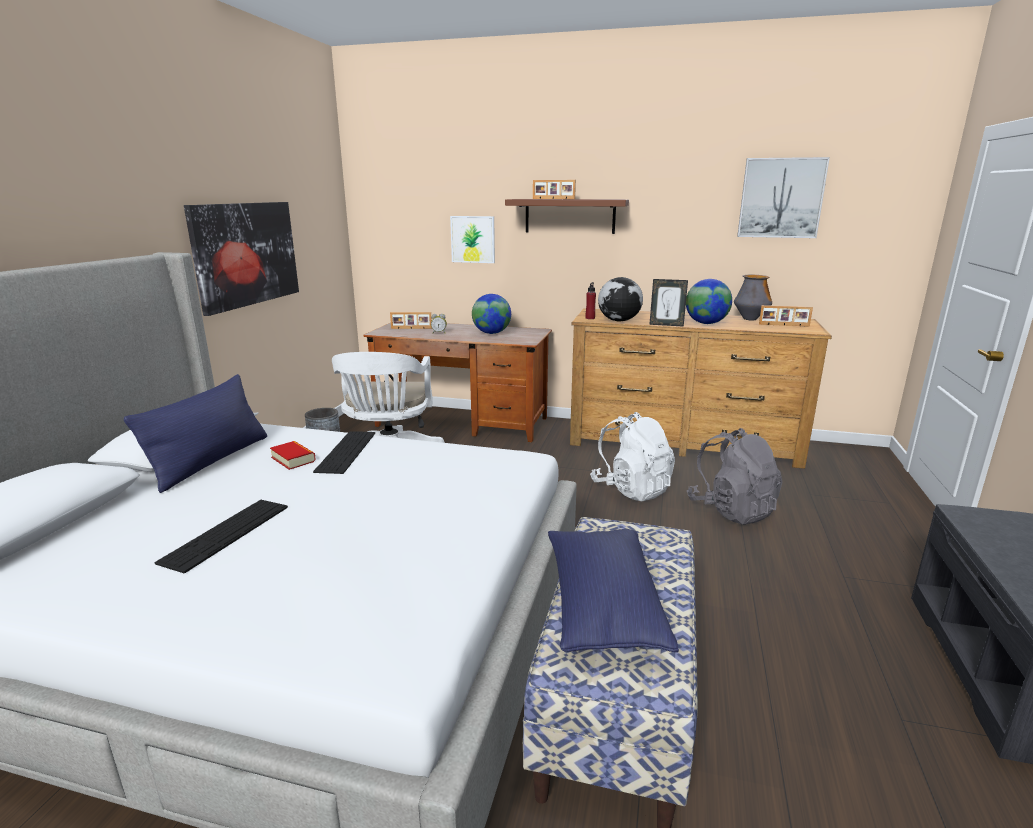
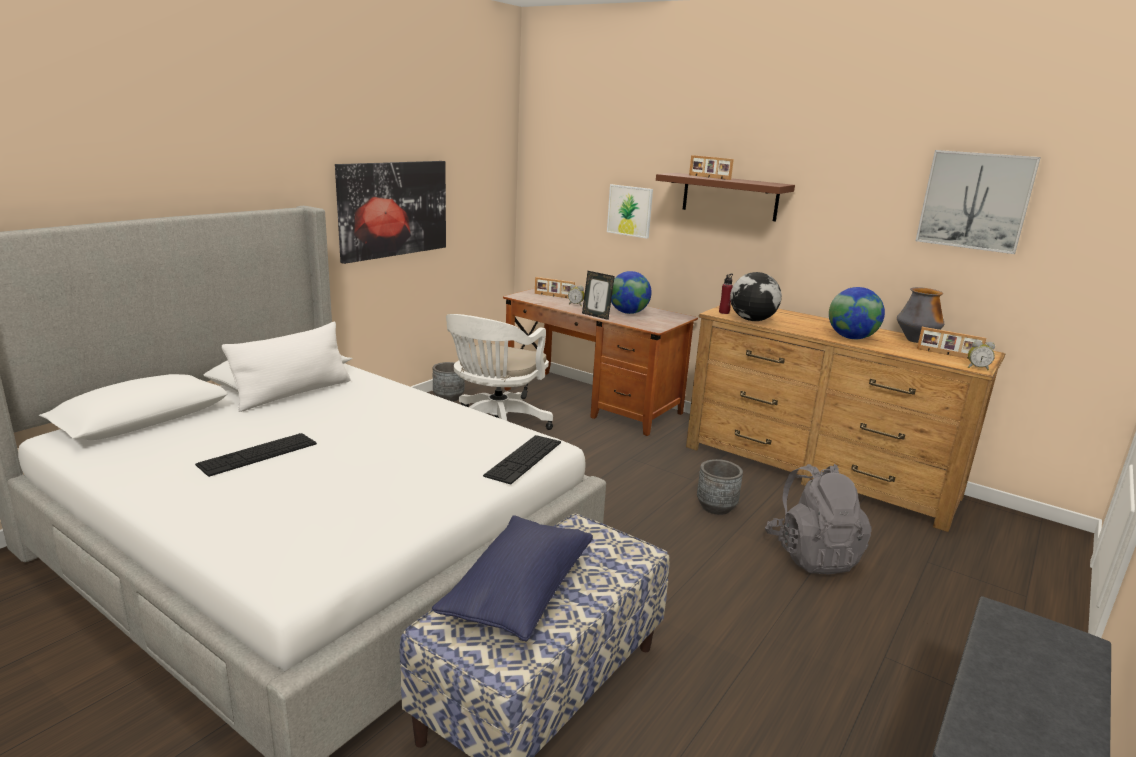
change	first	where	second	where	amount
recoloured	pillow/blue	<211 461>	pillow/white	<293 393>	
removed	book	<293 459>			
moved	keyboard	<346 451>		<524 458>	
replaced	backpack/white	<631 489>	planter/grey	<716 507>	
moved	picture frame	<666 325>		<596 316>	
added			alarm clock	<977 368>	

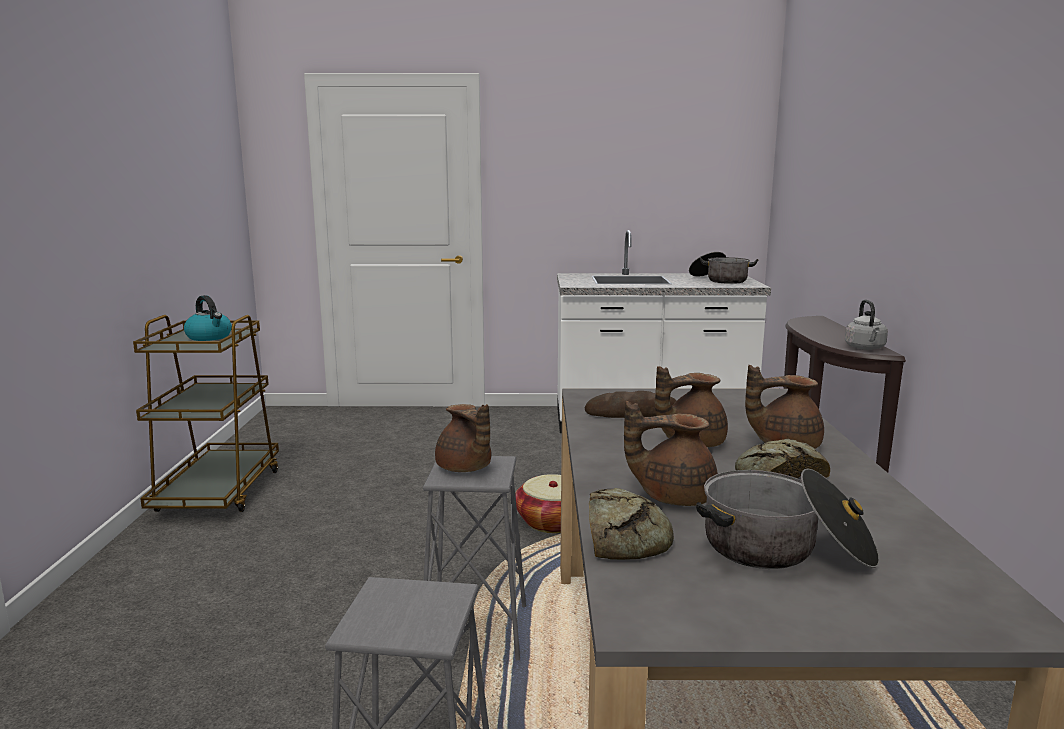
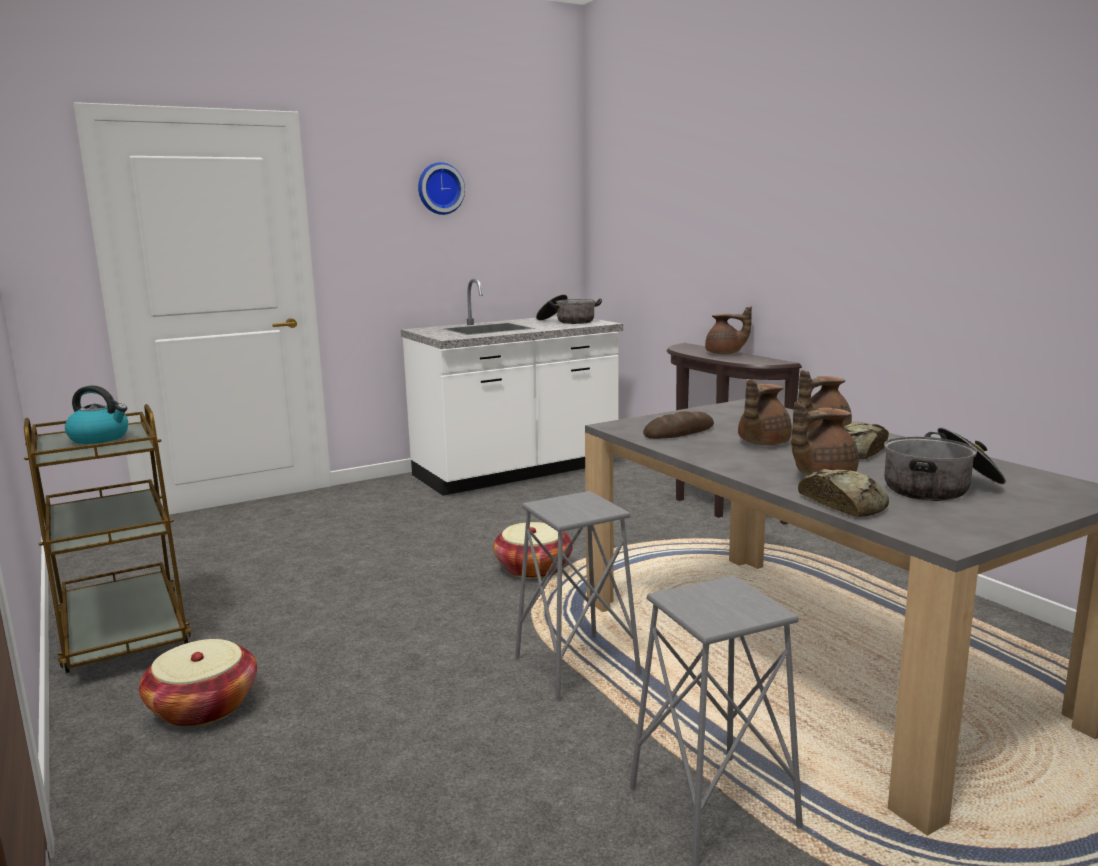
change	first	where	second	where	amount
moved	teapot/brown	<464 468>		<725 353>	
removed	kettle/grey	<865 348>			
added			basket	<203 707>	
added			wall clock	<440 188>	

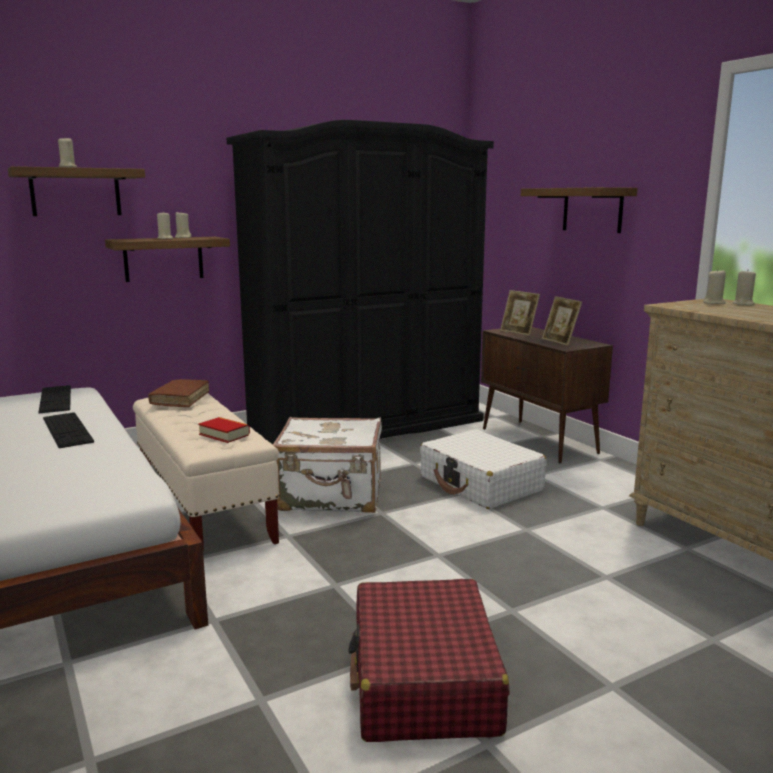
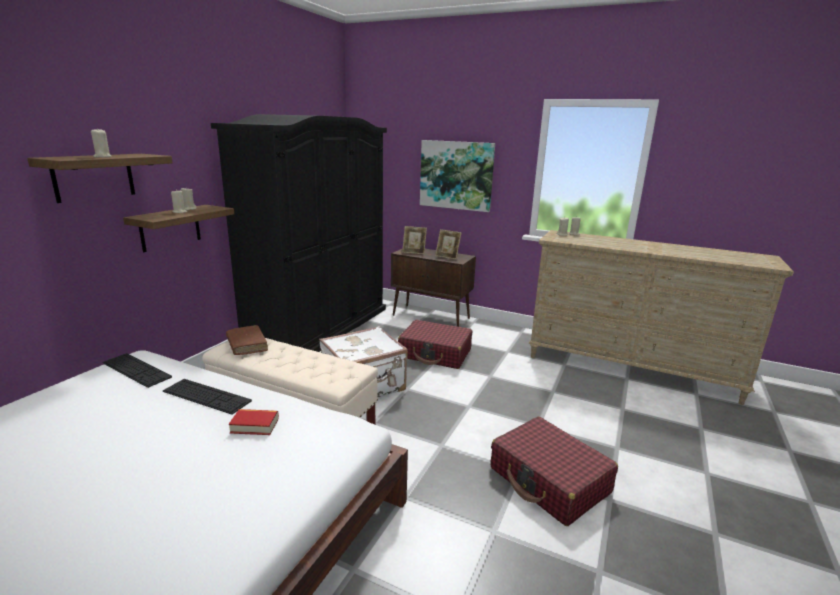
change	first	where	second	where	amount
moved	book	<224 434>		<254 425>	
recoloured	suitcase/white	<480 484>	suitcase/red	<435 353>	
replaced	shelf	<592 210>	picture	<456 175>	

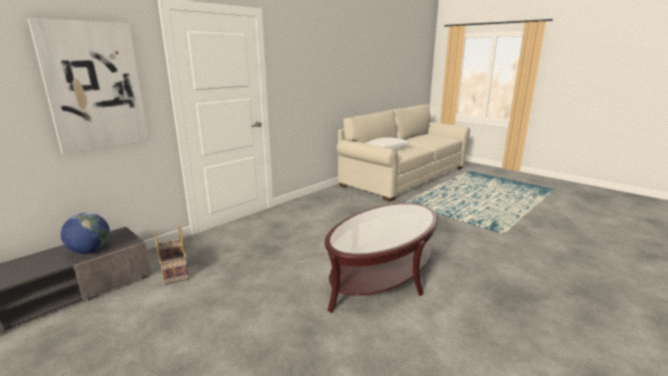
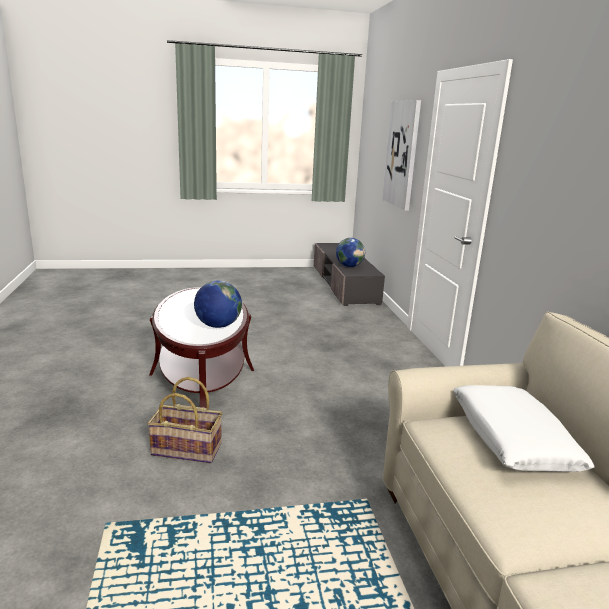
change	first	where	second	where	amount
moved	basket	<174 272>		<187 449>	
added			globe	<218 326>	

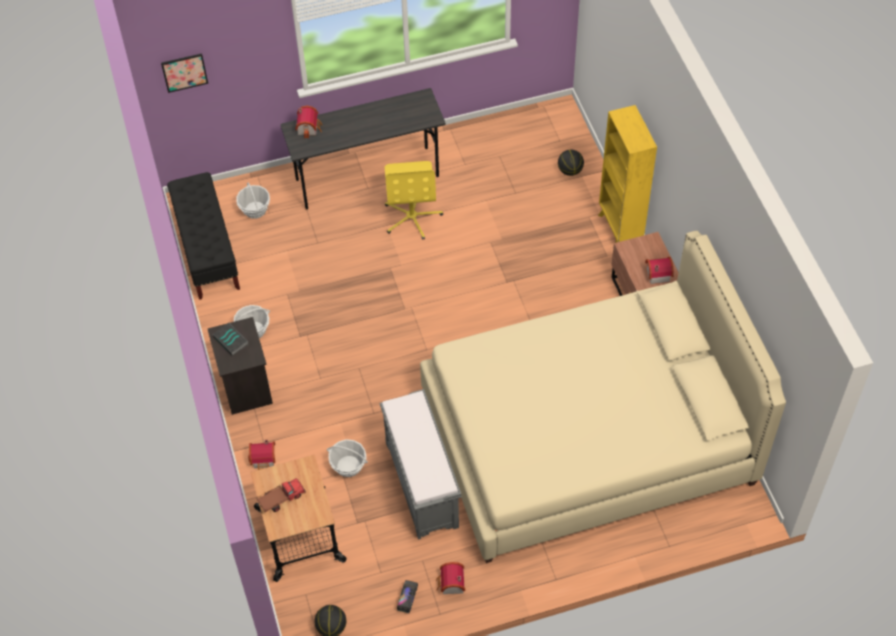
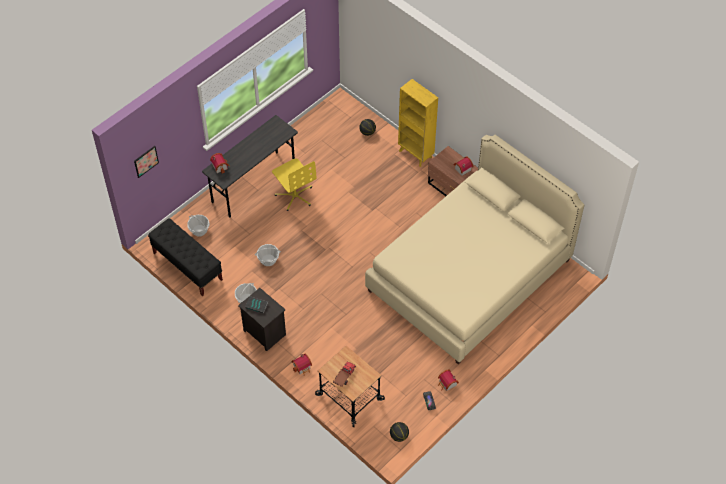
change	first	where	second	where	amount
moved	basket	<348 466>		<268 260>	
removed	bench/grey	<422 485>			

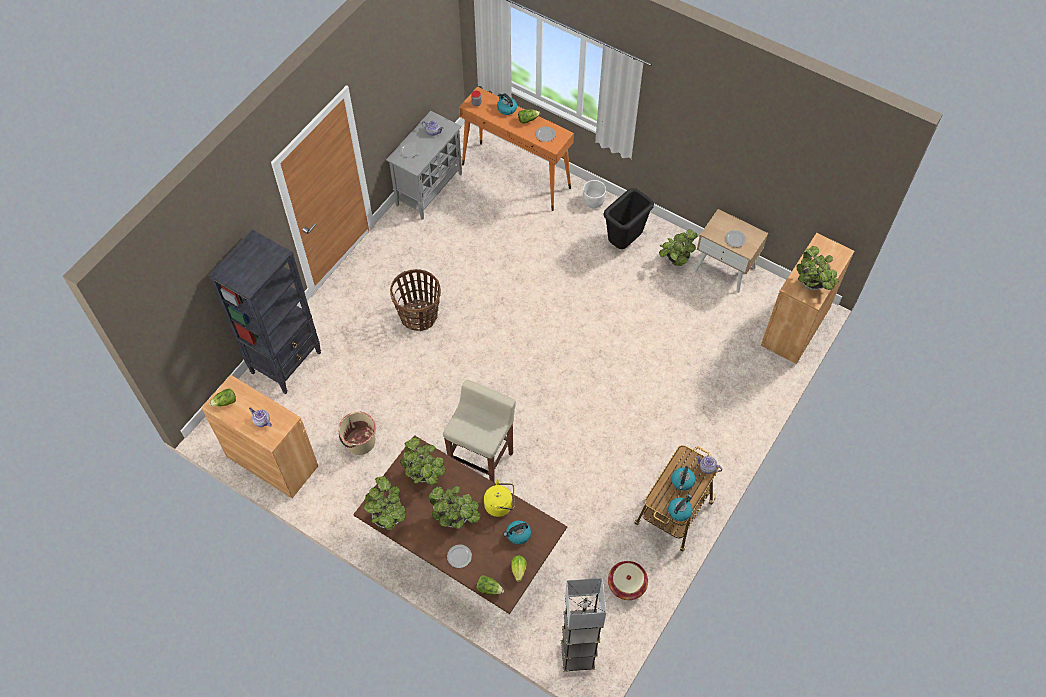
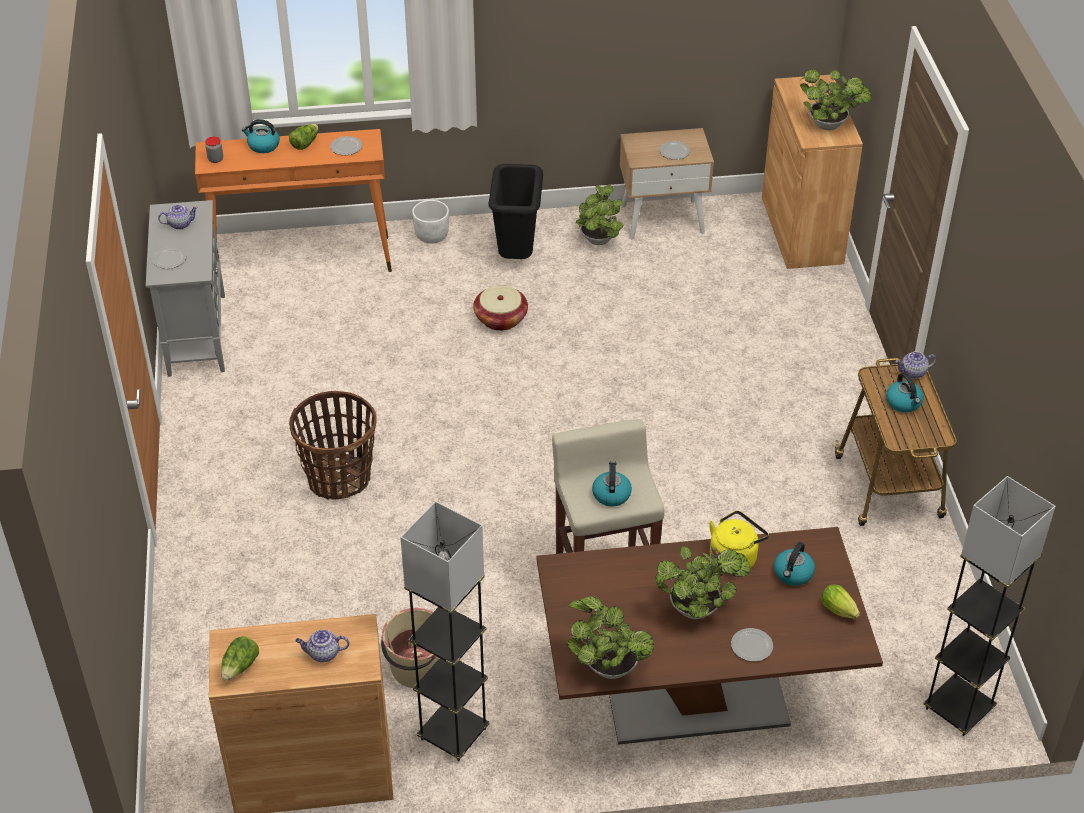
change	first	where	second	where	amount
removed	bookcase/black	<287 362>			
removed	potted plant	<424 475>			
removed	lettuce	<489 588>			
moved	basket	<626 584>		<500 319>	
moved	kettle	<679 511>		<611 494>	
added			floor lamp/grey	<453 734>	

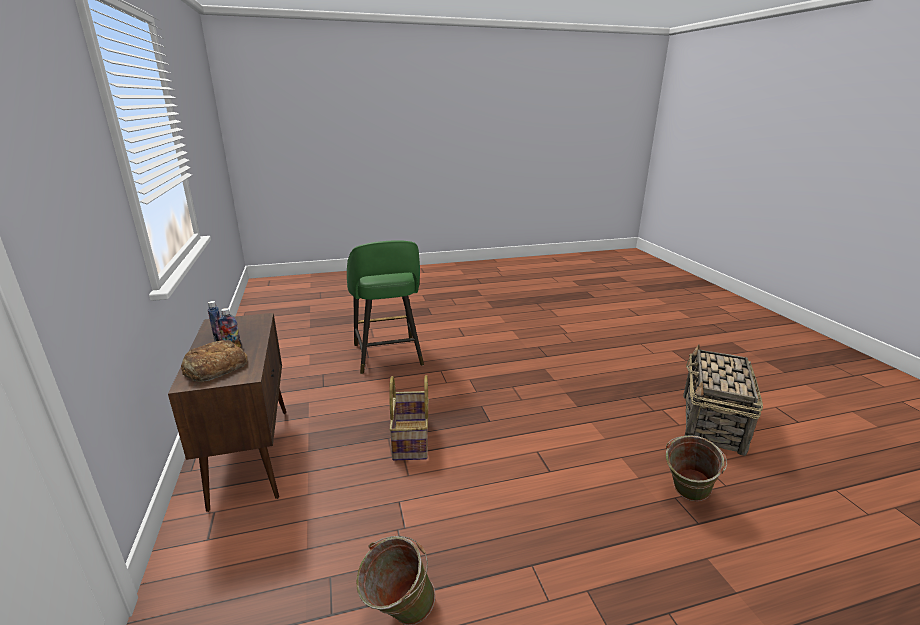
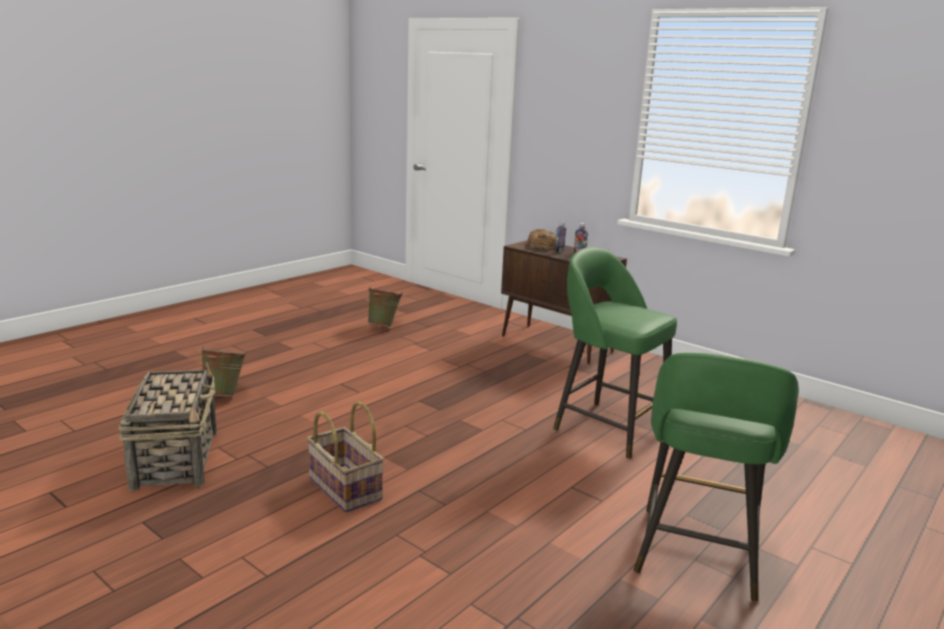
change	first	where	second	where	amount
moved	basket	<412 440>		<343 488>	
added			stool/green	<696 555>	

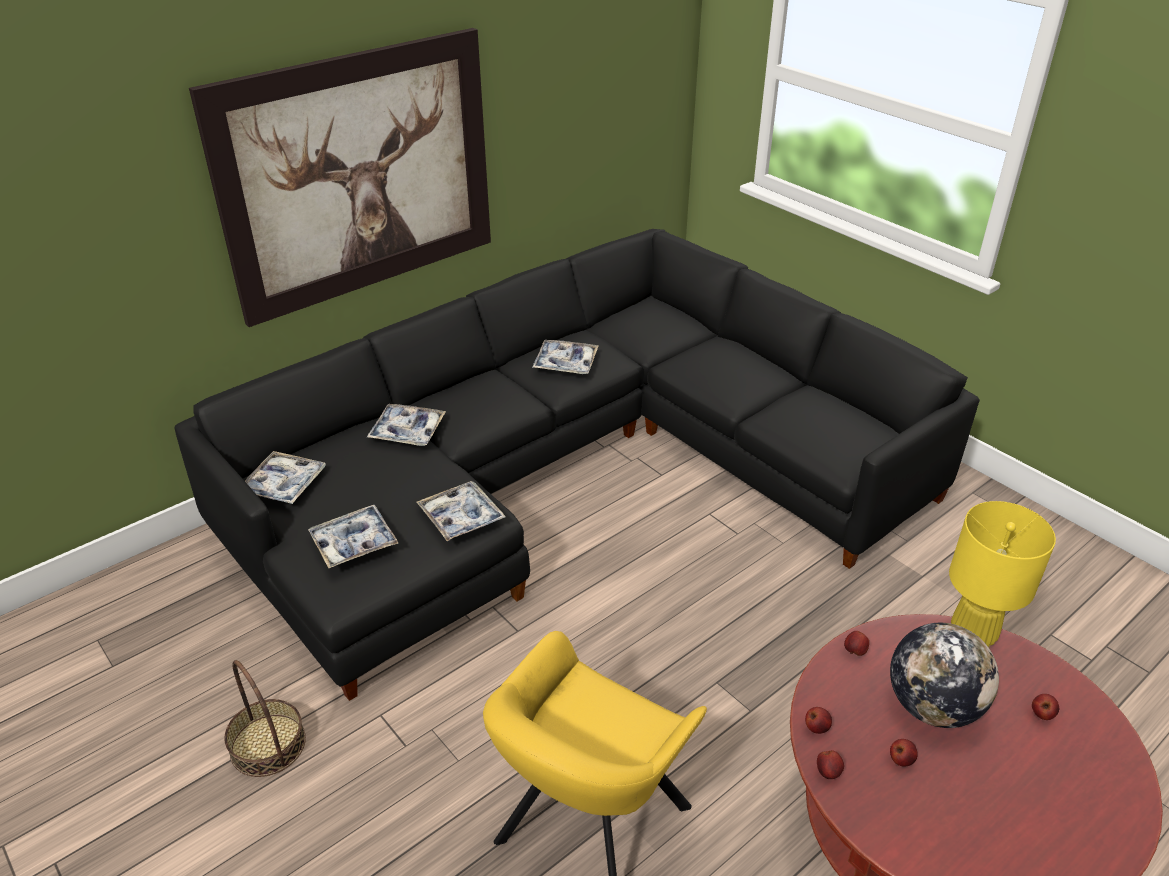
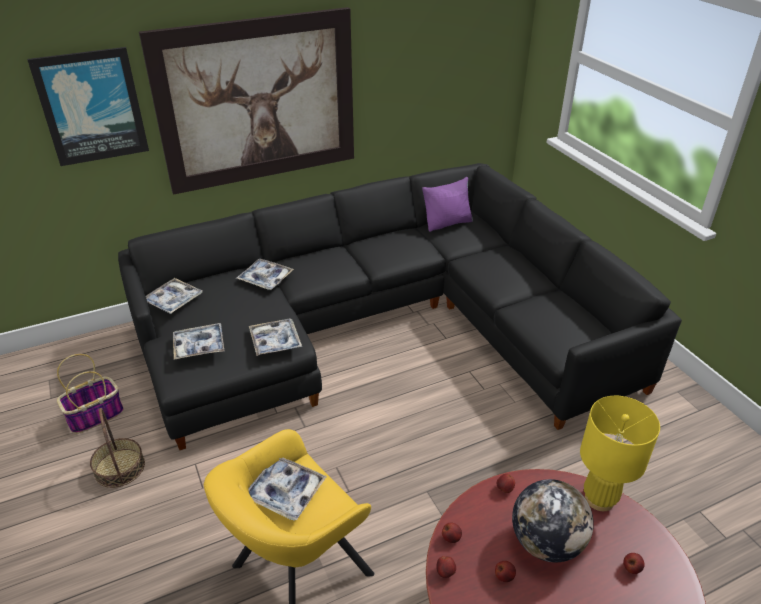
change	first	where	second	where	amount
moved	tray	<565 363>		<285 492>	
added			picture	<92 106>	
added			basket	<96 415>	
added			pillow/purple	<447 223>	

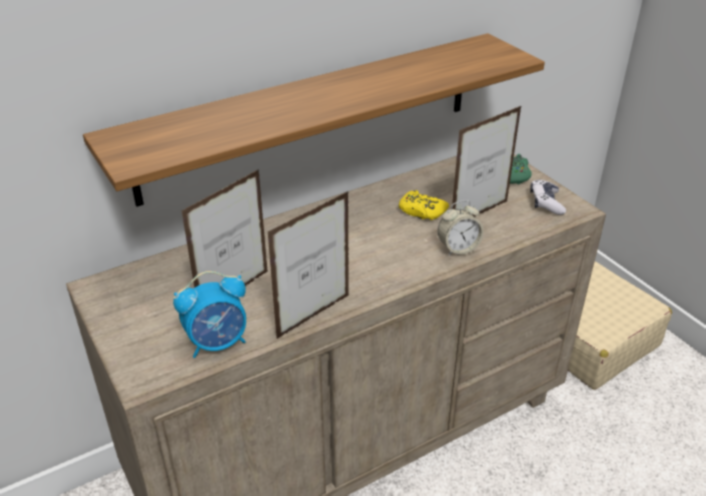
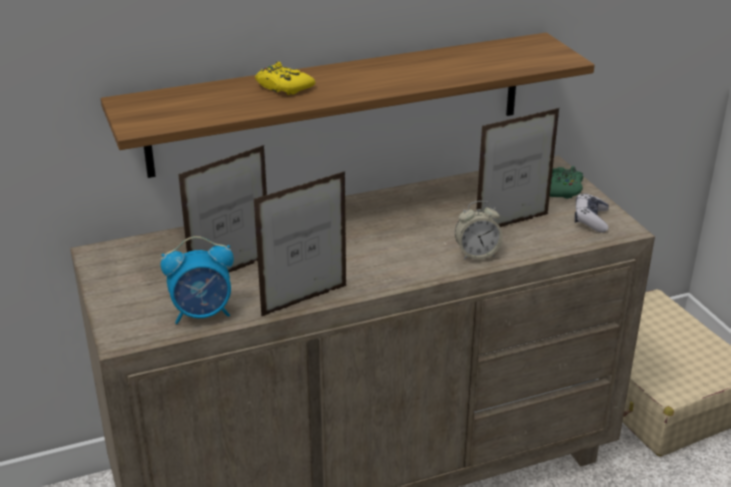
change	first	where	second	where	amount
moved	game controller/yellow	<421 211>		<283 87>	

